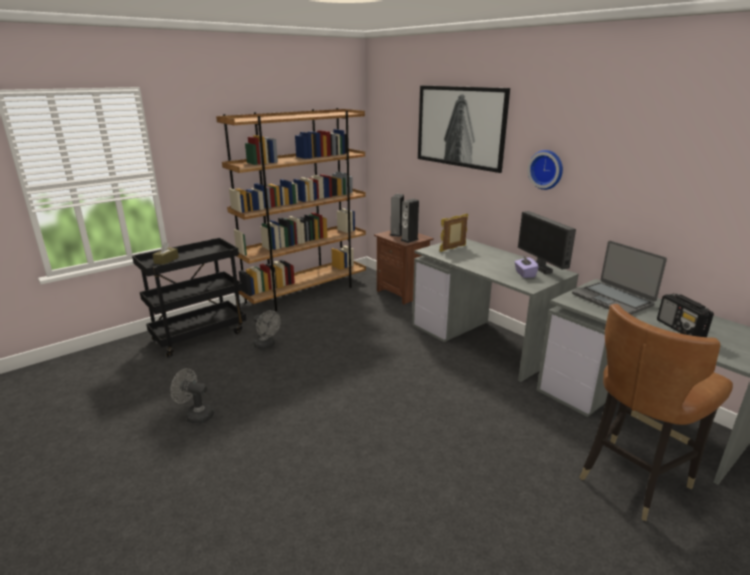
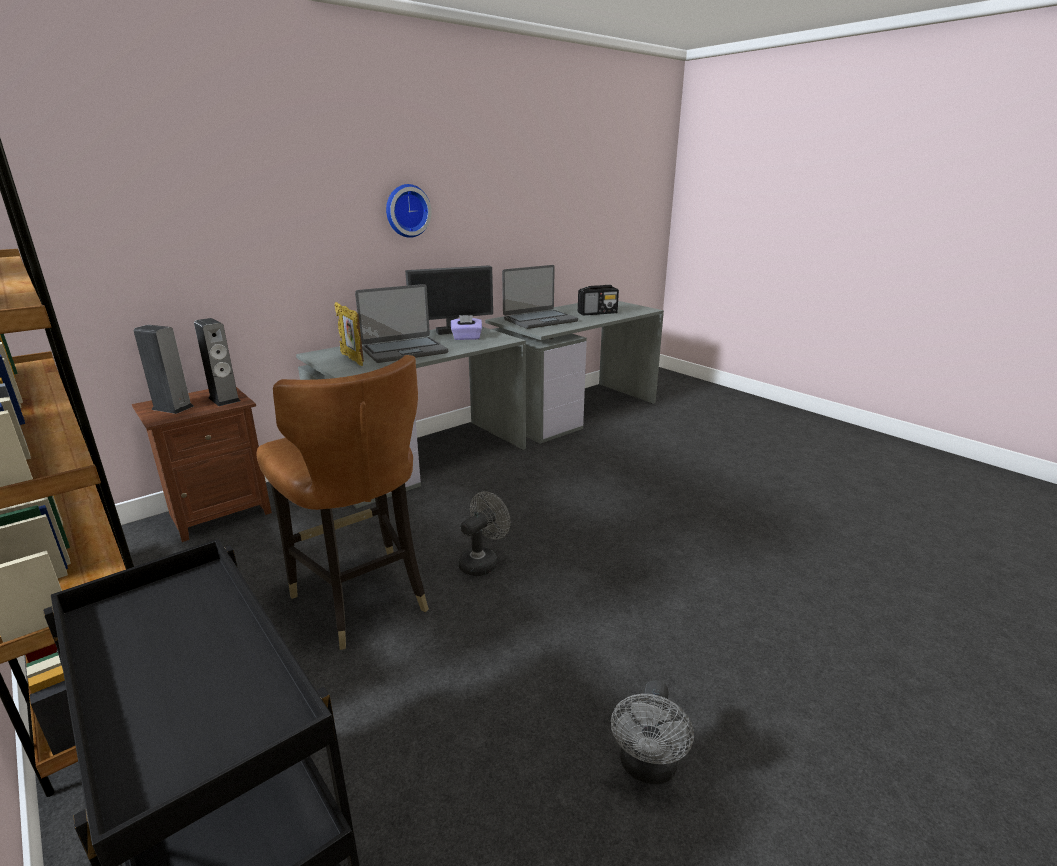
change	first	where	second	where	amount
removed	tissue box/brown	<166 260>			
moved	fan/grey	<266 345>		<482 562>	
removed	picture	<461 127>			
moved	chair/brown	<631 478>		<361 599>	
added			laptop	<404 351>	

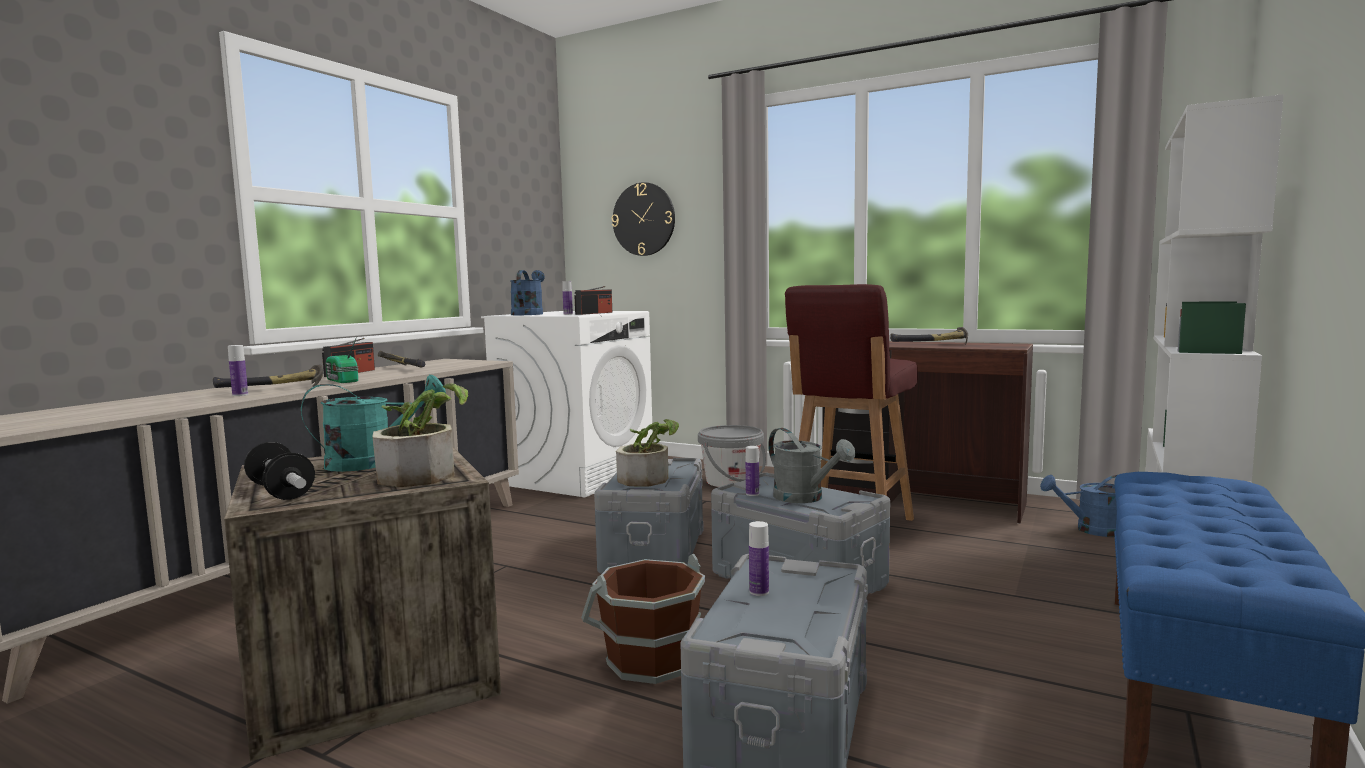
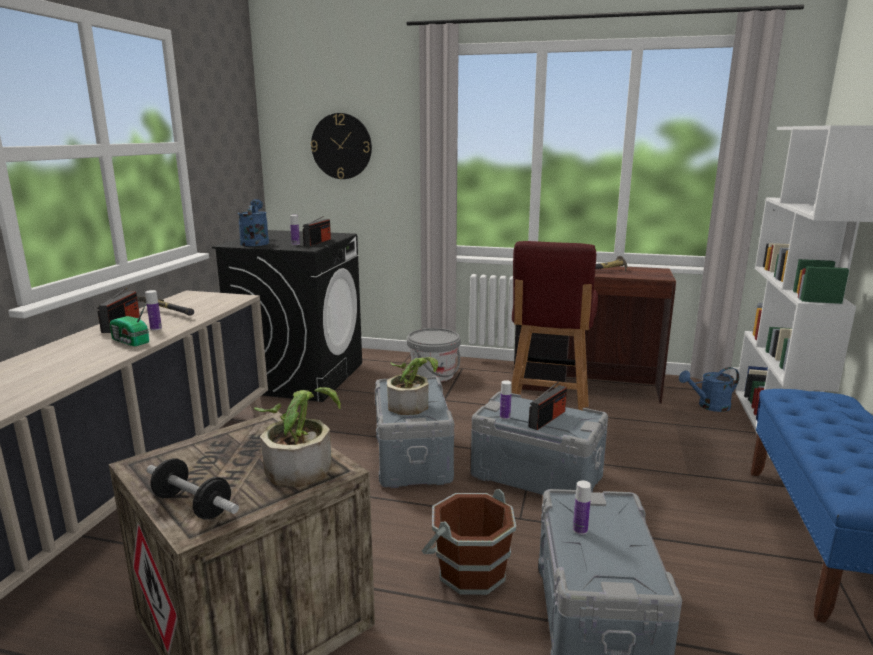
change	first	where	second	where	amount
removed	hammer	<274 389>			
moved	bottle	<240 395>		<156 328>	
removed	watering can/turquoise	<373 462>			
recoloured	washing machine/white	<576 475>	washing machine/black	<300 376>	
replaced	watering can/grey	<805 498>	radio	<547 419>	

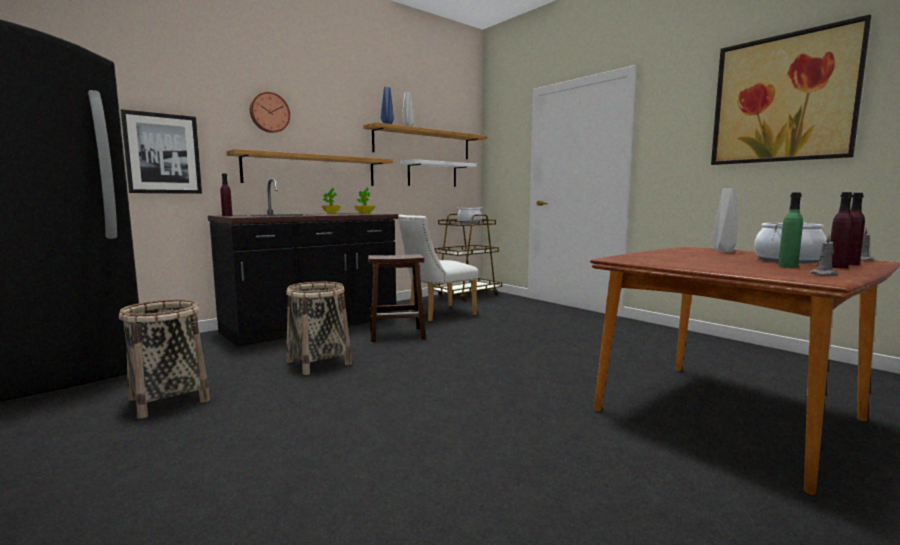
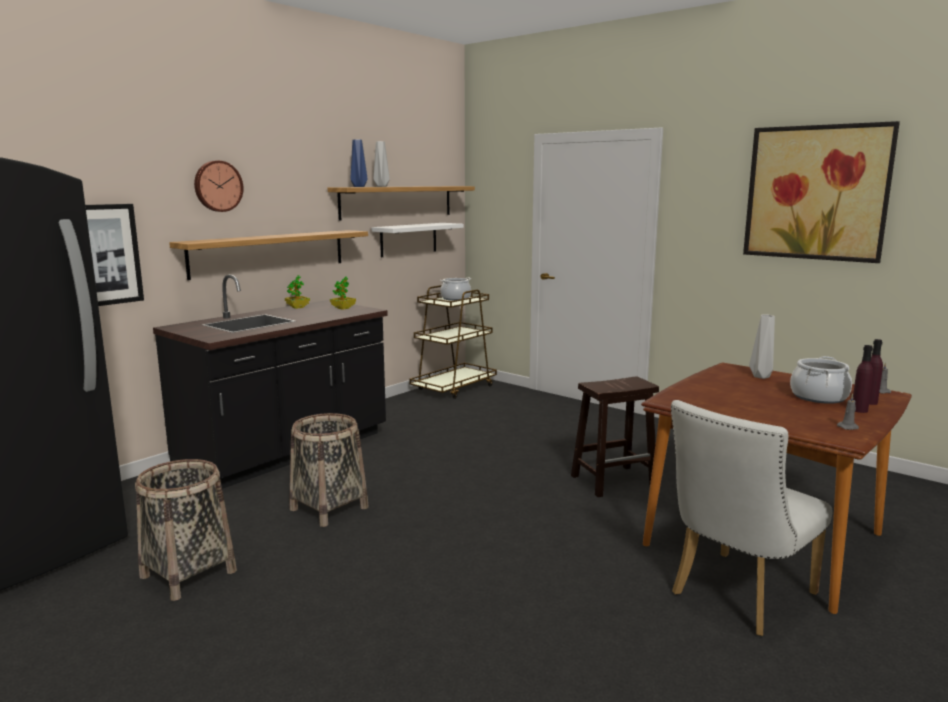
change	first	where	second	where	amount
removed	bottle/purple	<227 216>			
moved	stool/brown	<398 334>		<614 481>	
moved	chair/white	<436 314>		<736 597>	
removed	bottle/green	<788 266>			

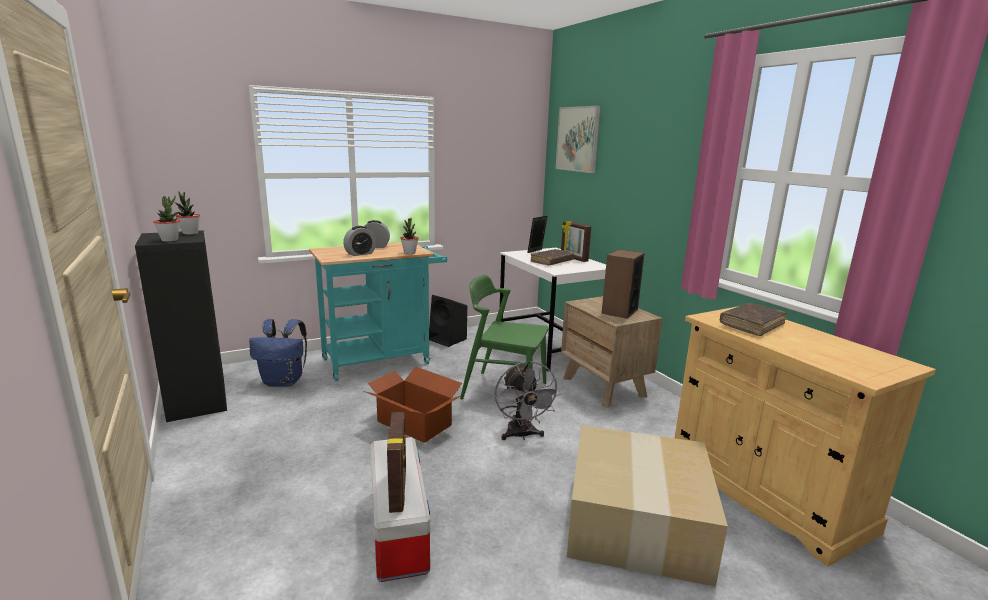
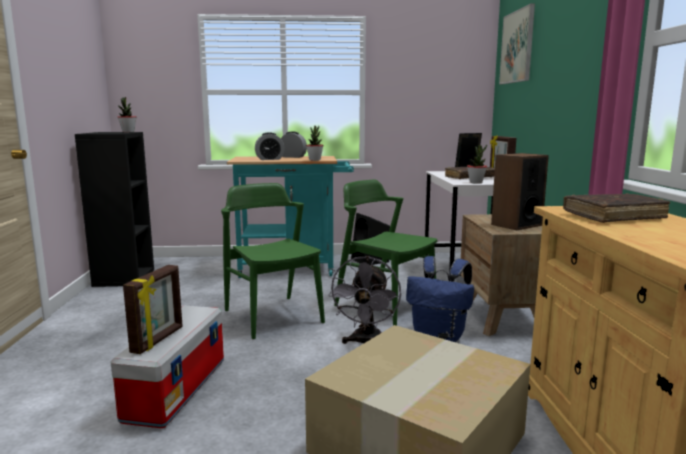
change	first	where	second	where	amount
moved	potted plant	<170 240>		<476 182>	
moved	backpack/blue	<284 381>		<439 338>	
replaced	cardboard box	<414 423>	chair/green	<273 316>	

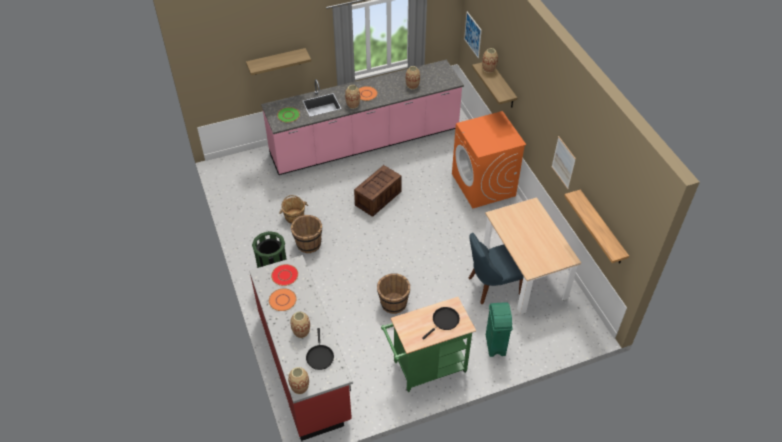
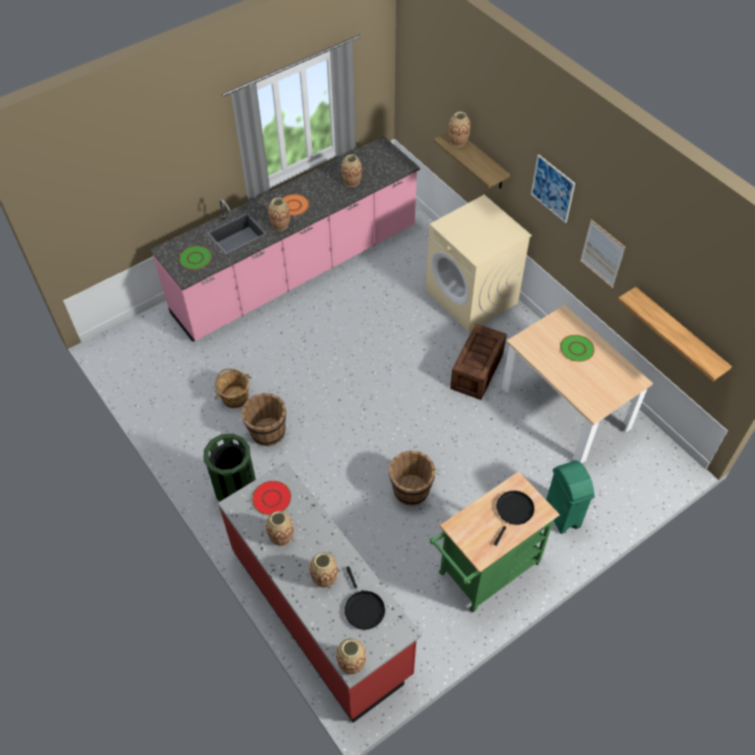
change	first	where	second	where	amount
removed	shelf	<276 61>			
replaced	plate/orange	<282 300>	vase	<281 537>	
moved	crate	<378 198>		<477 370>	
recoloured	washing machine/orange	<483 185>	washing machine/beige	<472 297>	
moved	picture	<473 34>		<552 188>	
removed	chair/blue	<492 286>			
added			plate/green	<577 349>	

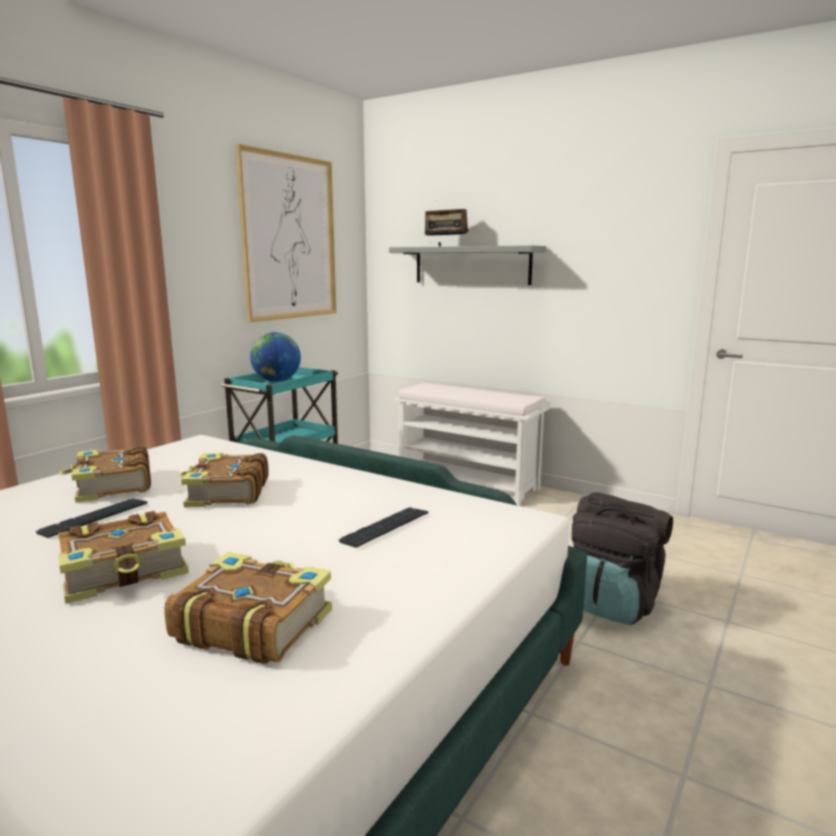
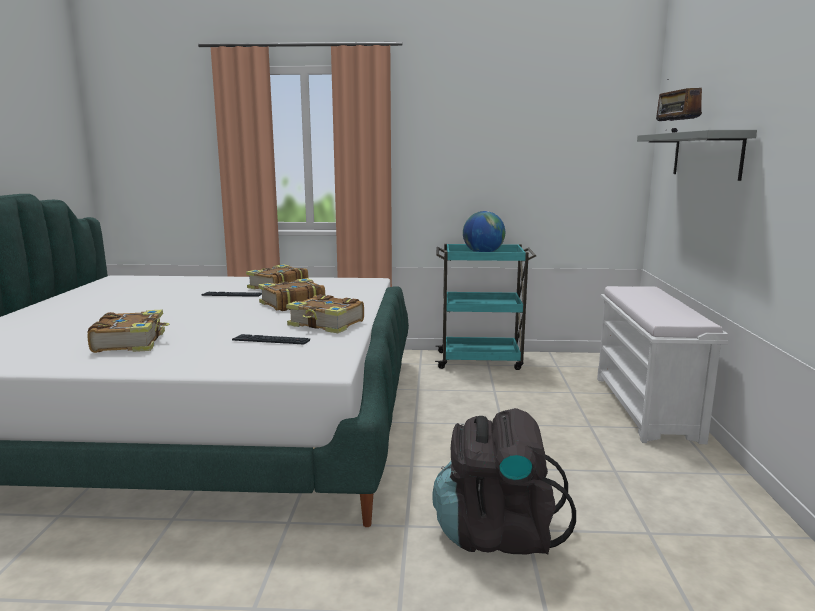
change	first	where	second	where	amount
moved	book	<125 571>		<326 324>	
removed	picture	<289 238>			

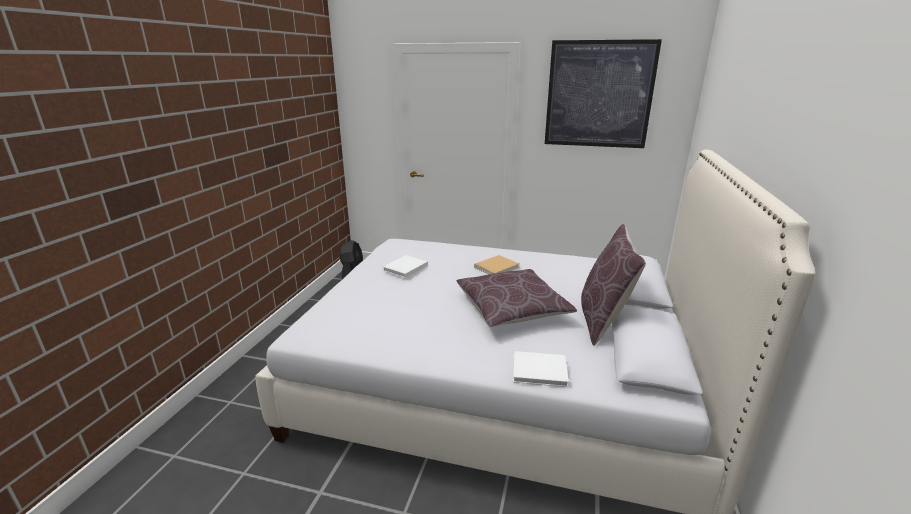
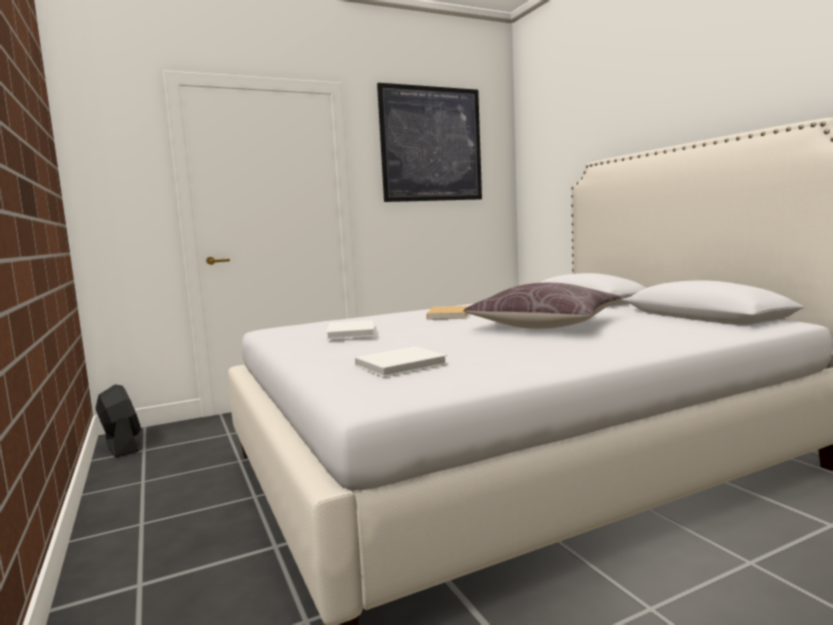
change	first	where	second	where	amount
moved	book/white	<541 371>		<403 364>	
removed	pillow/brown	<603 319>			

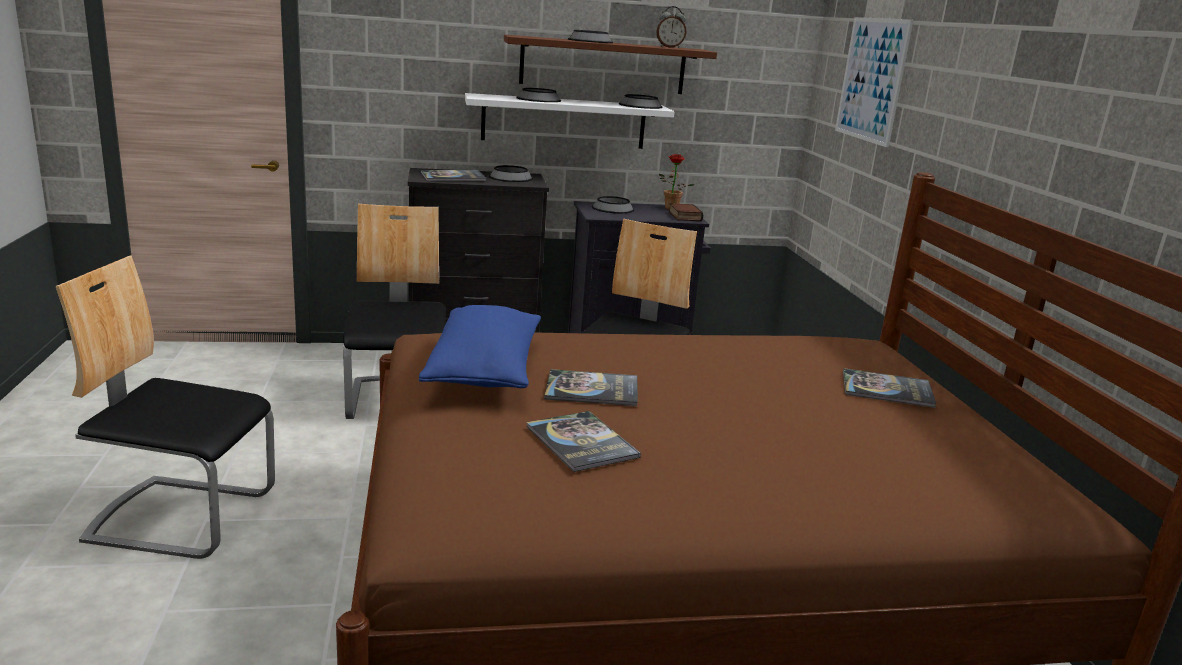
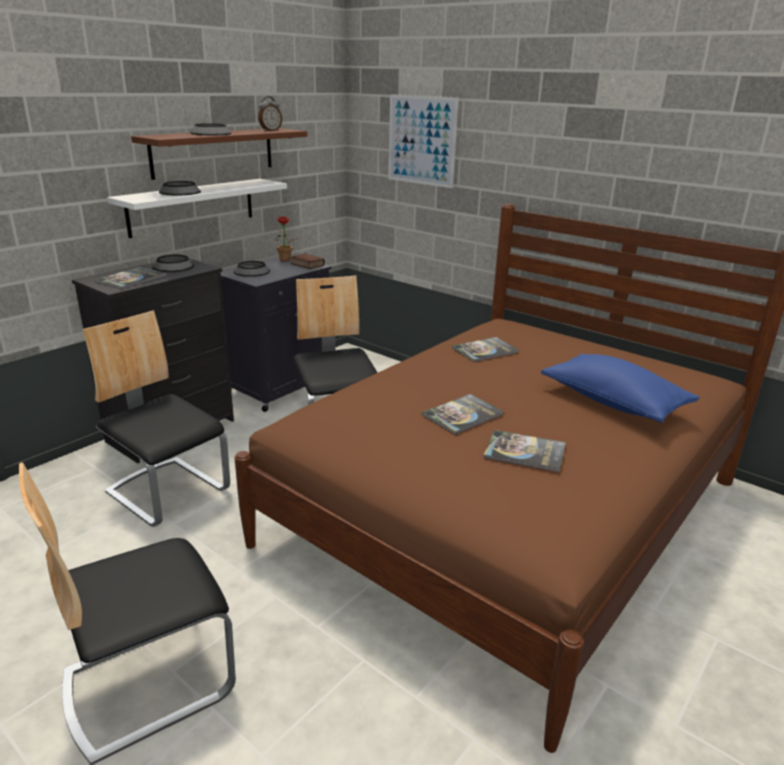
change	first	where	second	where	amount
moved	pillow/blue	<484 370>		<613 402>	
removed	bowl	<640 105>			
moved	book	<887 389>		<485 350>	

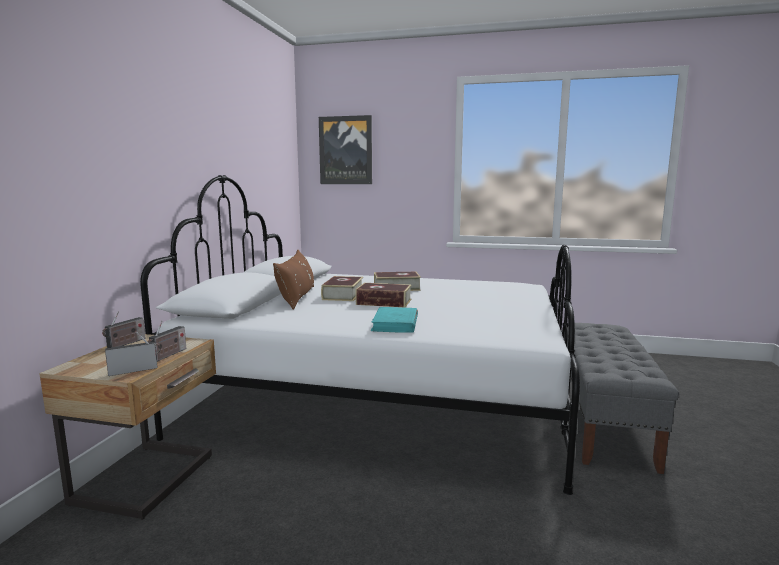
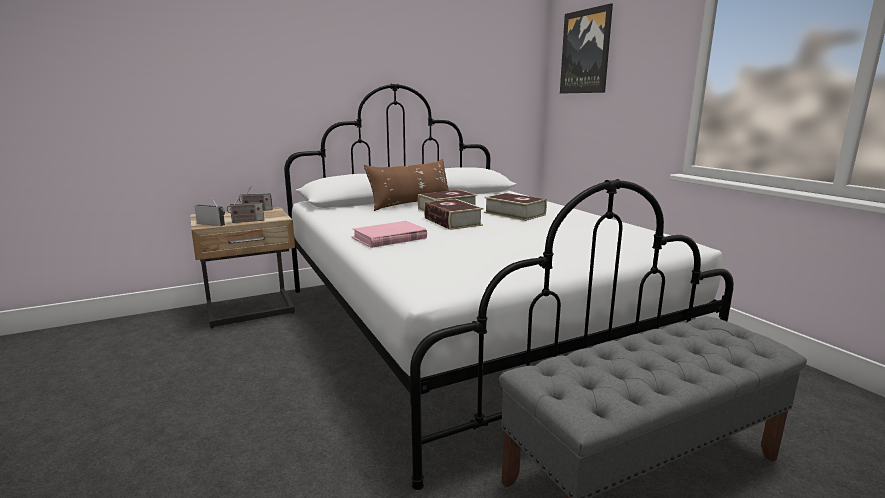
change	first	where	second	where	amount
recoloured	book/turquoise	<395 323>	book/pink	<389 238>	

